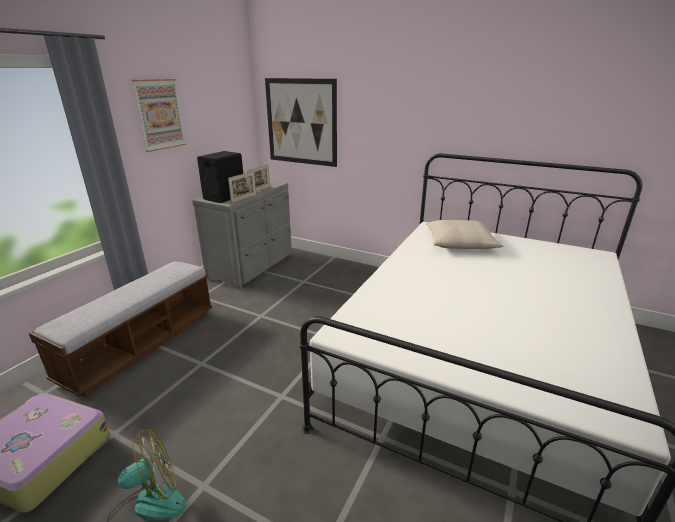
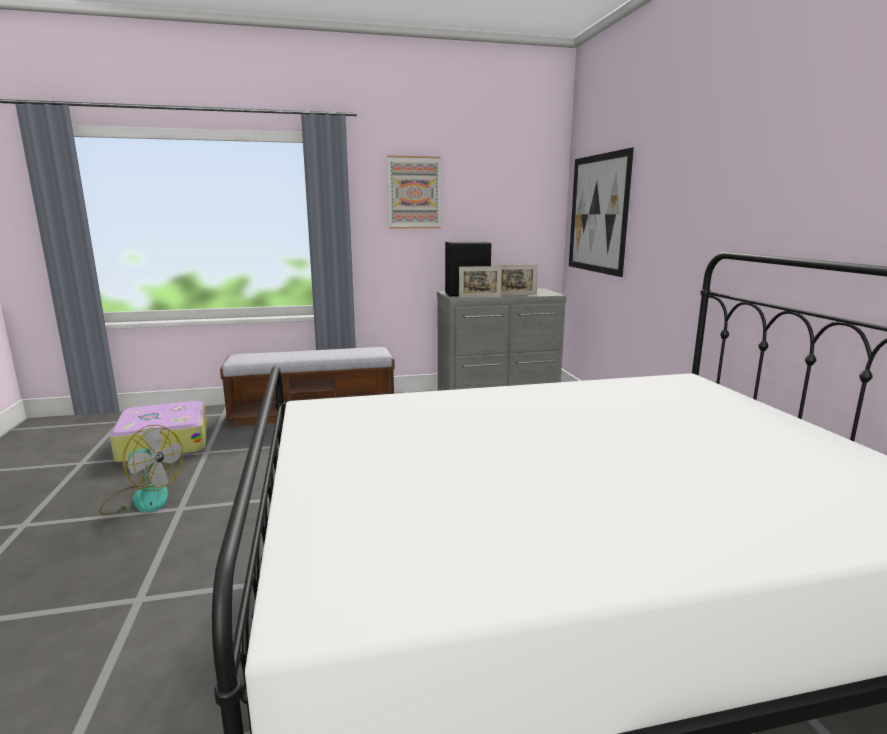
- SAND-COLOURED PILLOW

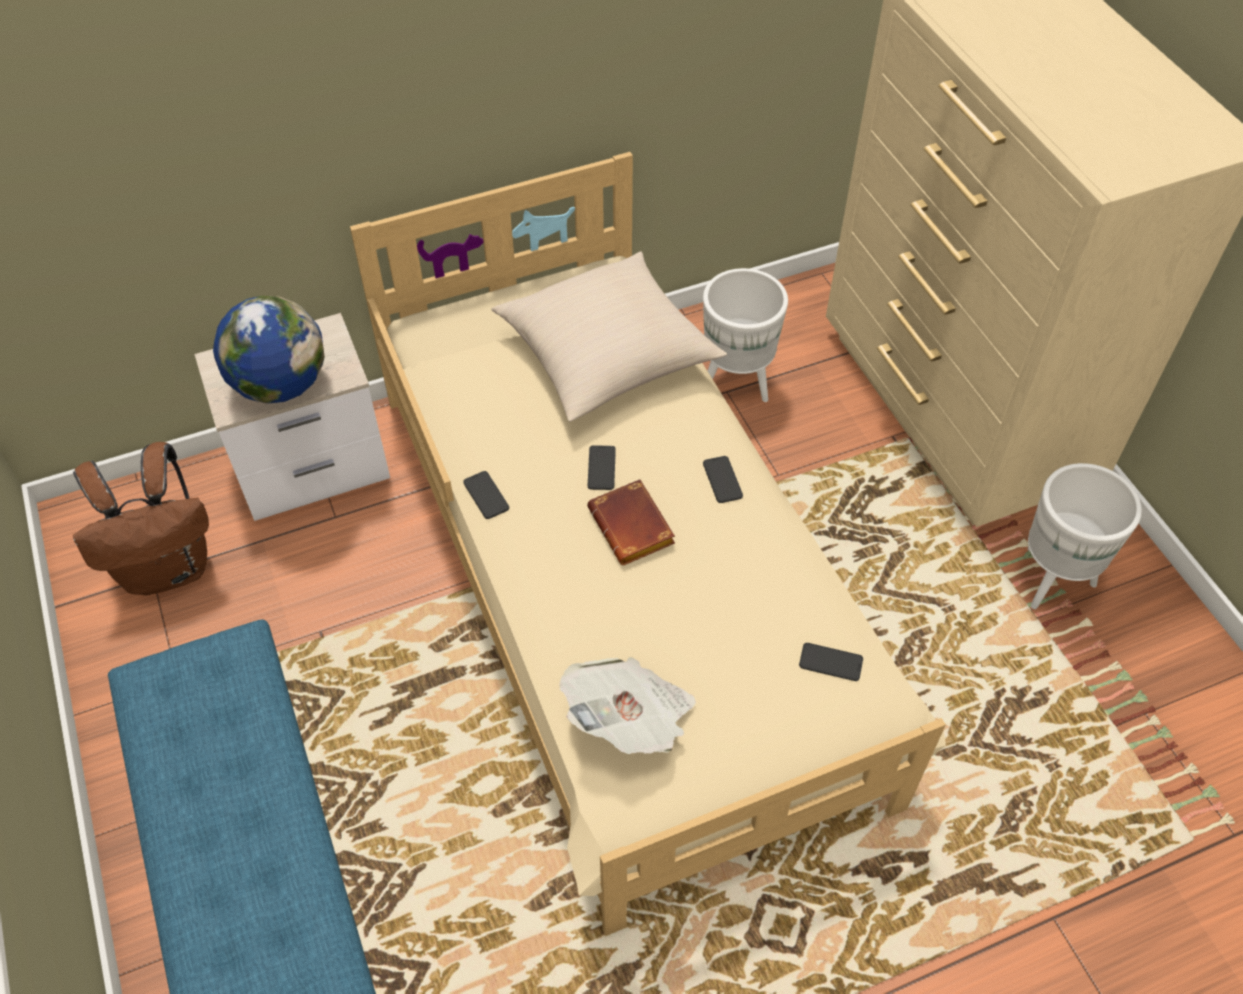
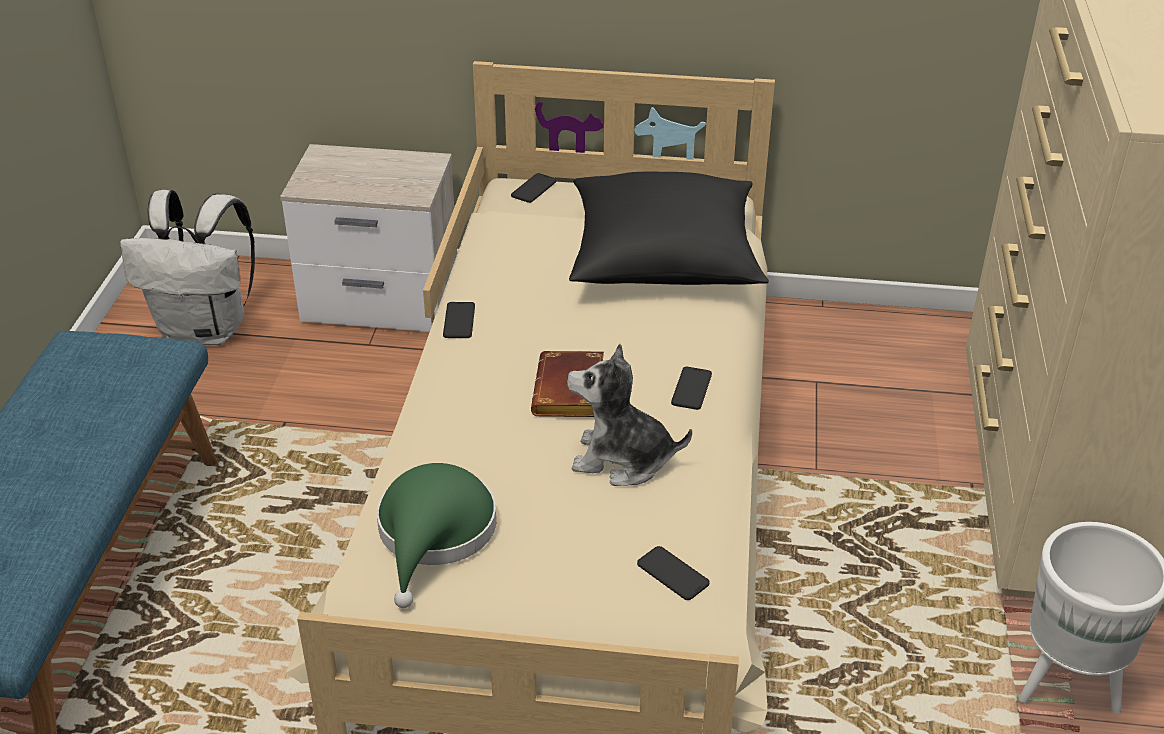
~ BROWN-COLOURED BACKPACK to WHITE BACKPACK
~ NEWSPAPER to GREENISH CLOTHING HAT
~ PHONE (no. 2 from left)
+ PLUSH TOY
~ SAND-COLOURED PILLOW to BLACK PILLOW
- WORLD GLOBE
- WHITE FLOWER POT (no. 1 from left)

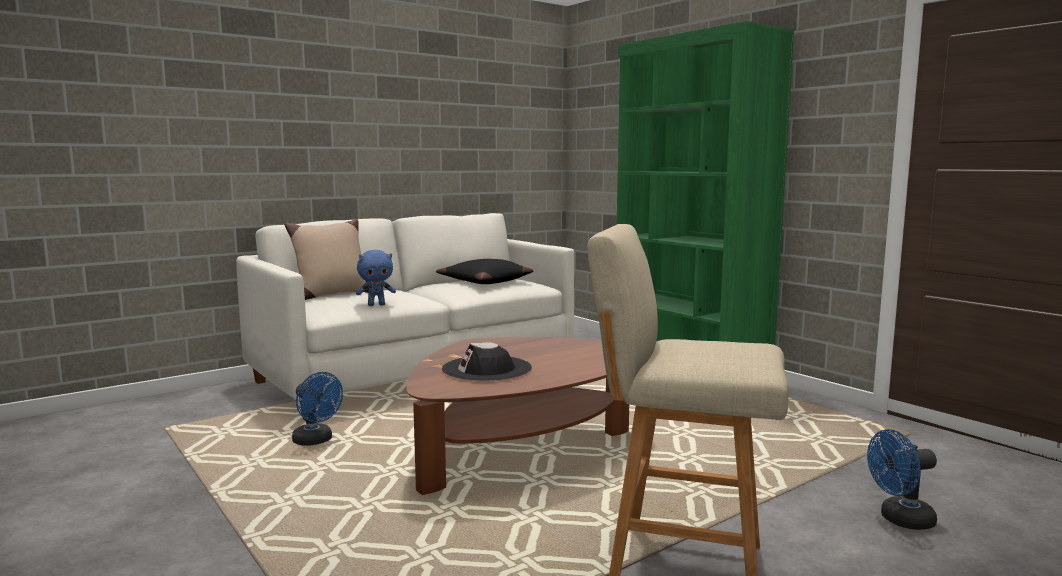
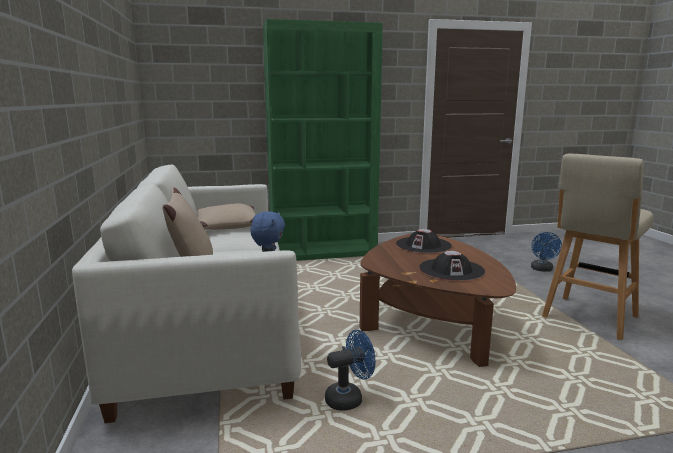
~ BLACK PILLOW to SAND-COLOURED PILLOW (no. 2 from left)
+ BLACK CLOTHING HAT (no. 1 from left)

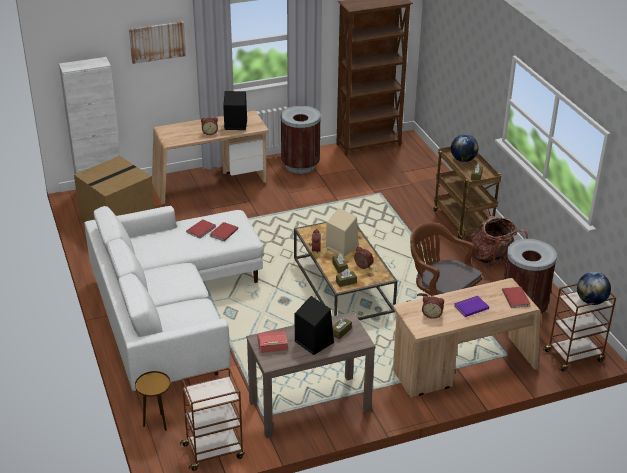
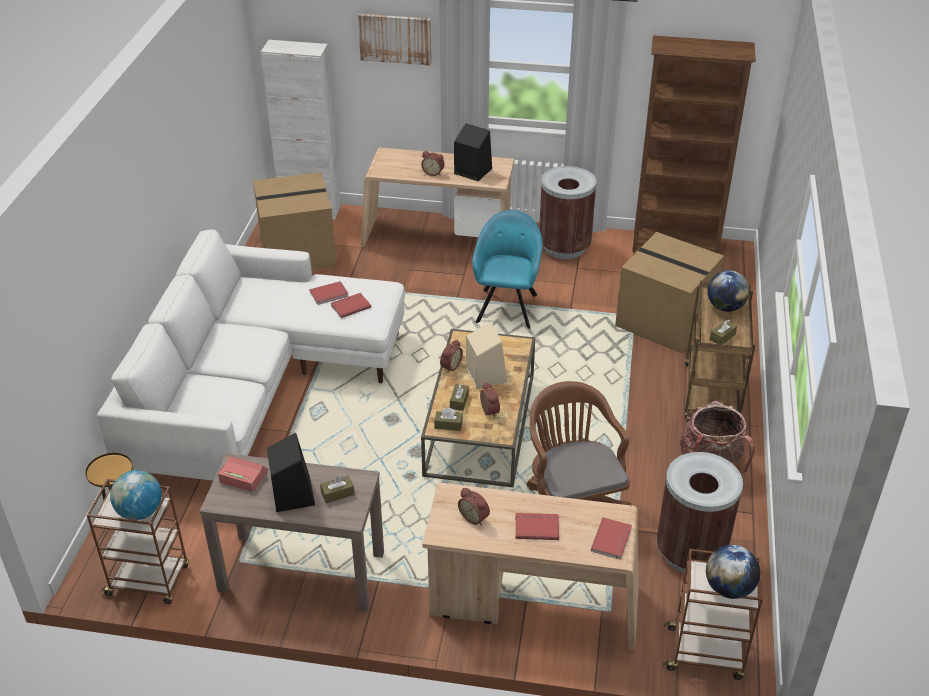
+ WORLD GLOBE (no. 1 from left)
+ TURQUOISE-COLOURED EASY CHAIR
~ PURPLISH BOOK to REDDISH BOOK (no. 3 from left)
+ CARTON (no. 2 from left)

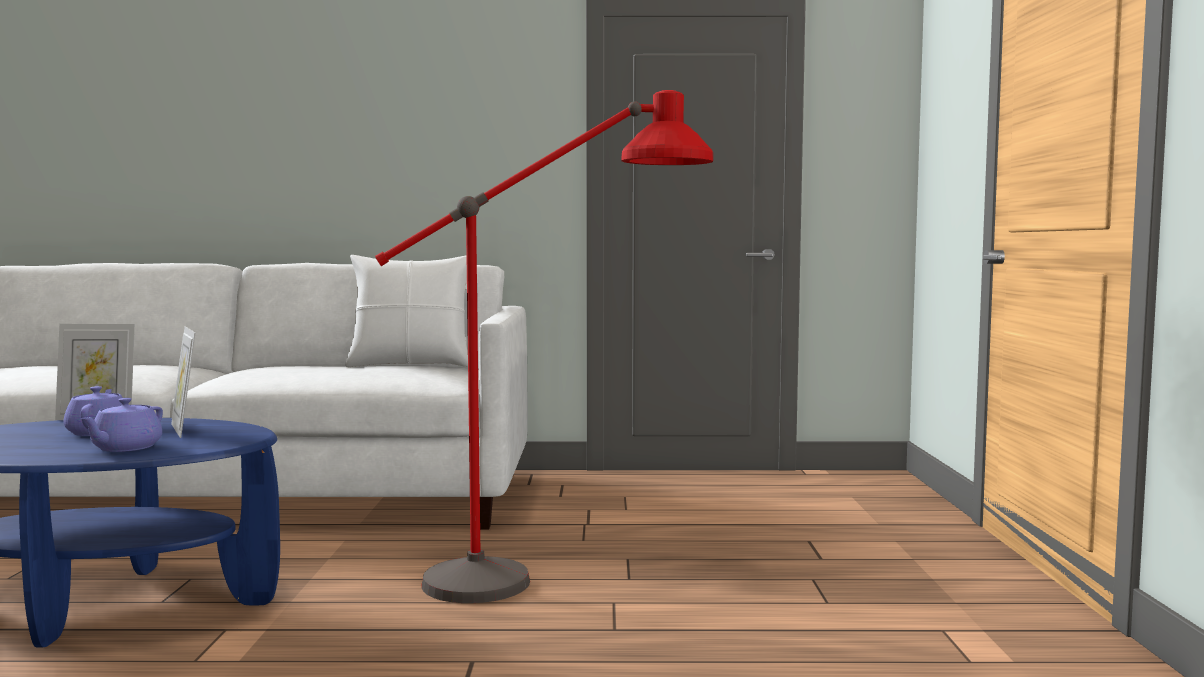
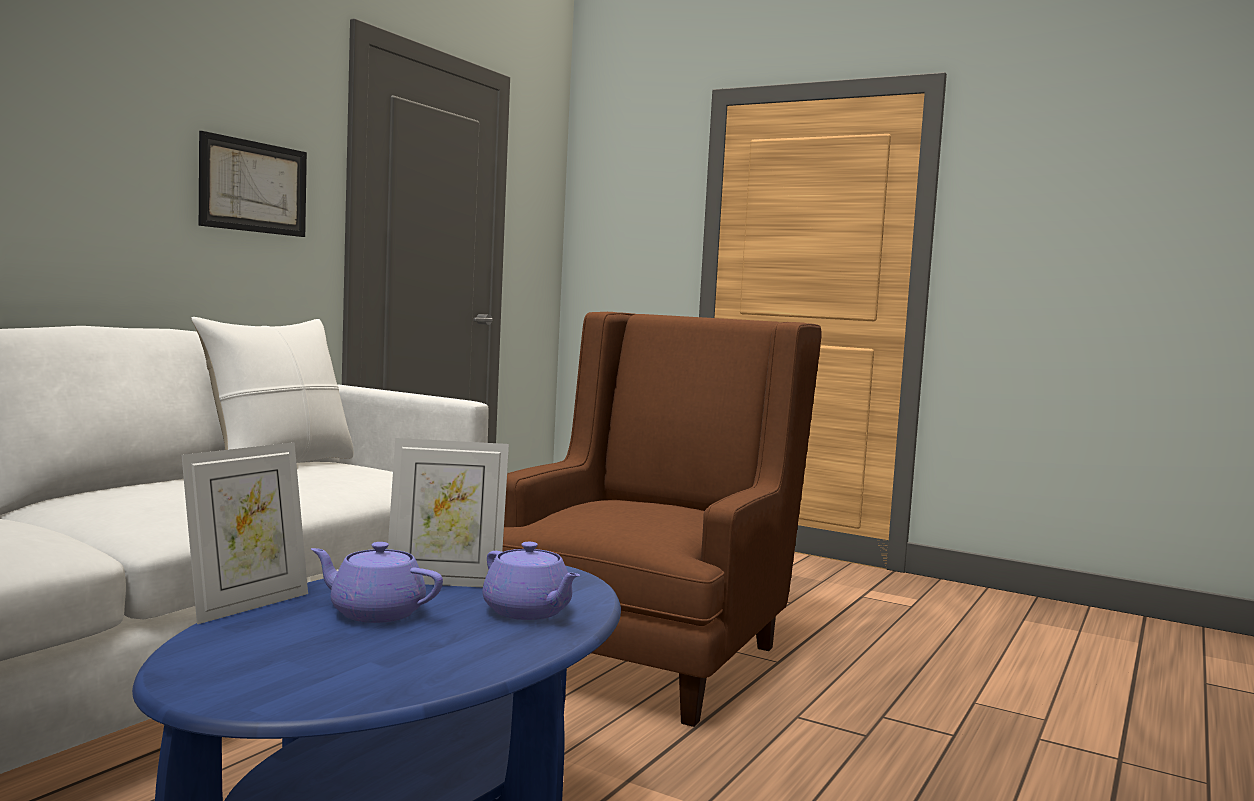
+ WALL ART
~ REDDISH FLOOR LAMP to BROWN-COLOURED EASY CHAIR

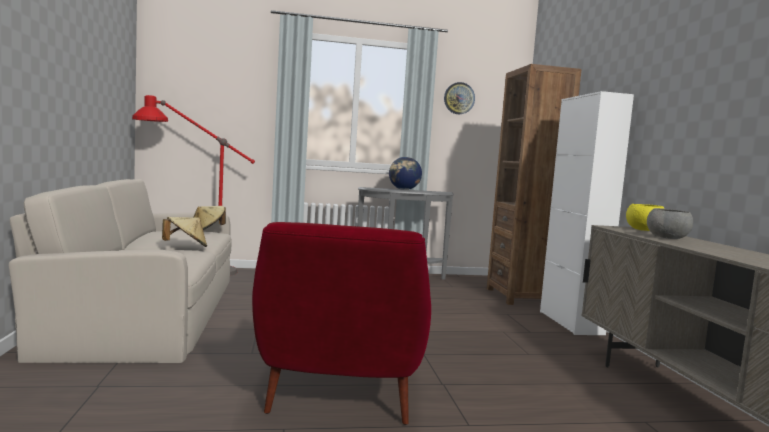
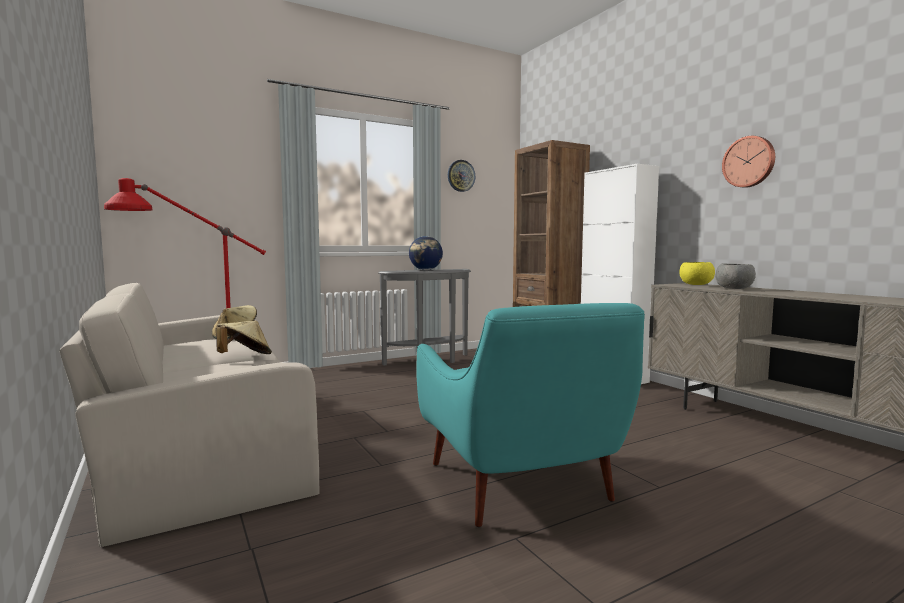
~ REDDISH EASY CHAIR to TURQUOISE-COLOURED EASY CHAIR
+ WALL CLOCK (no. 2 from left)

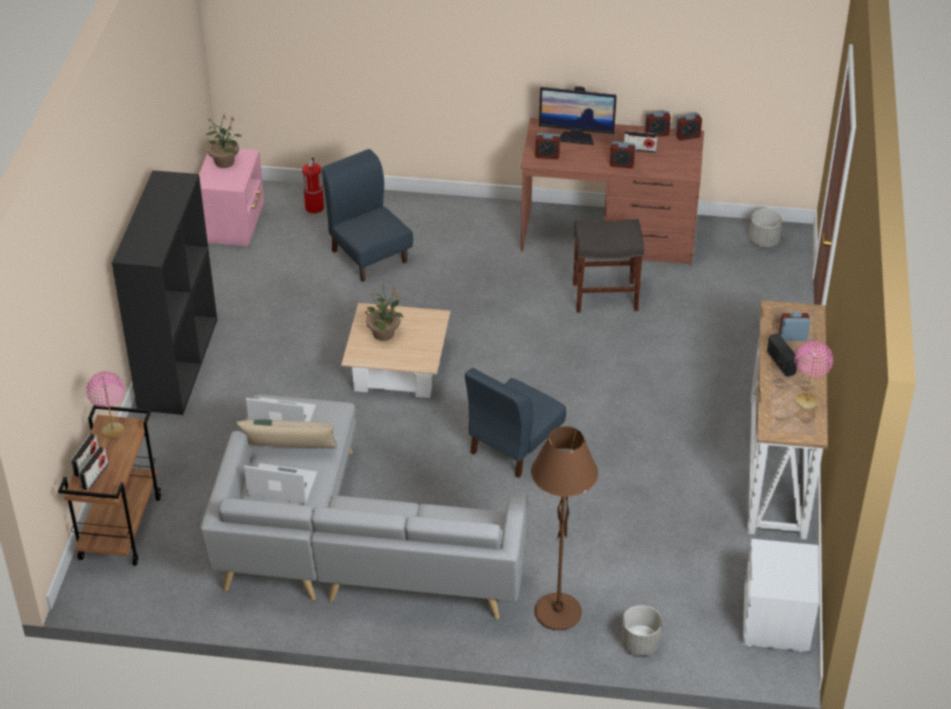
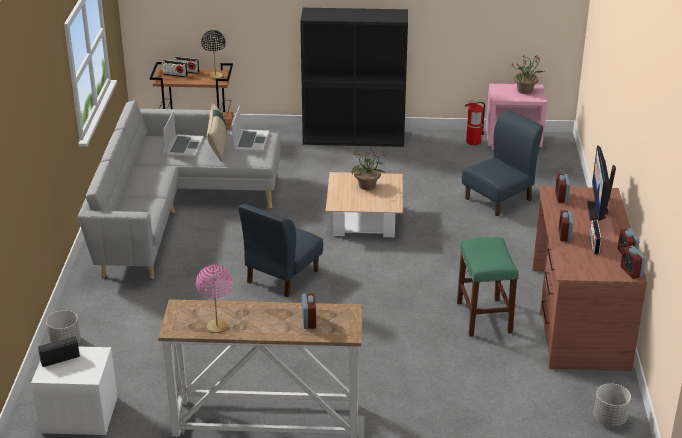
~ RADIO (no. 4 from left in the first image) to RADIO (no. 1 from left)
~ PINK-COLOURED TABLE LAMP (no. 1 from left) to BLACK TABLE LAMP
~ BLUE-COLOURED PLAIN CHAIR (no. 2 from left in the first image) 90 degrees counterclockwise
~ GREYISH SITTING STOOL to GREENISH SITTING STOOL
~ FIRE-FIGHTING CYLINDER
- BROWN-COLOURED FLOOR LAMP

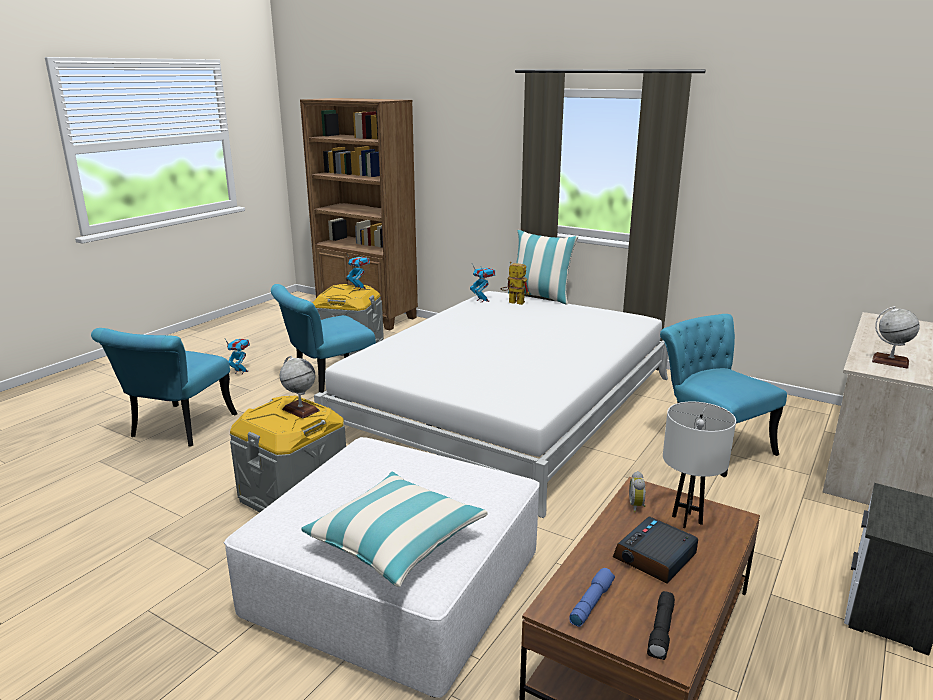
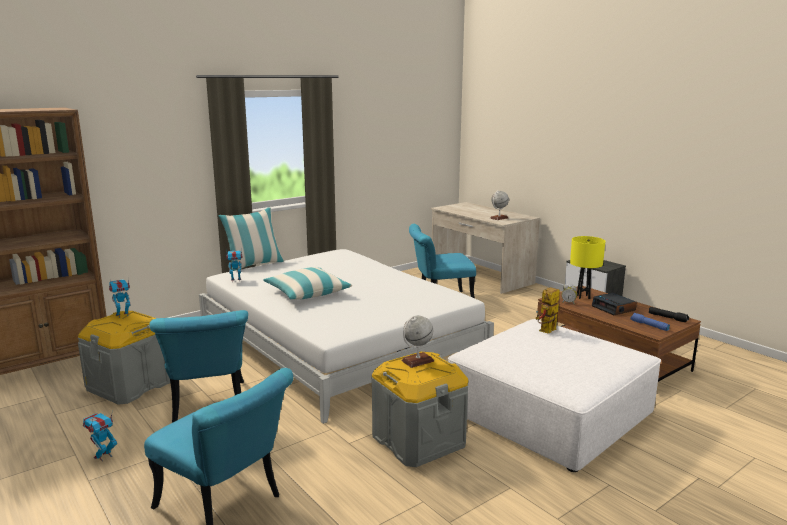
~ PILLOW (no. 1 from left in the first image) to PILLOW (no. 2 from left)
~ MODEL ROBOT (no. 4 from left)
~ WHITE TABLE LAMP to YELLOW TABLE LAMP

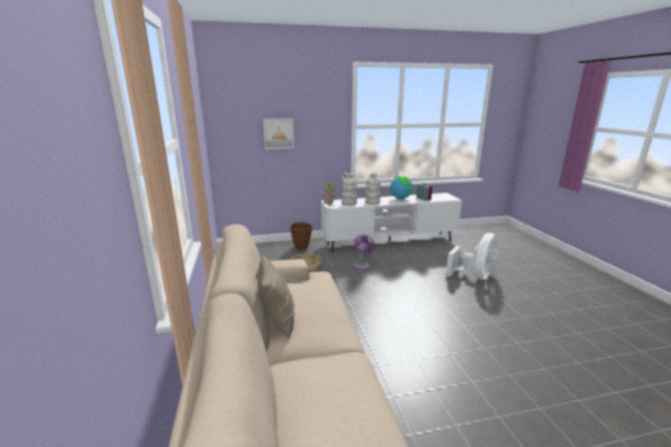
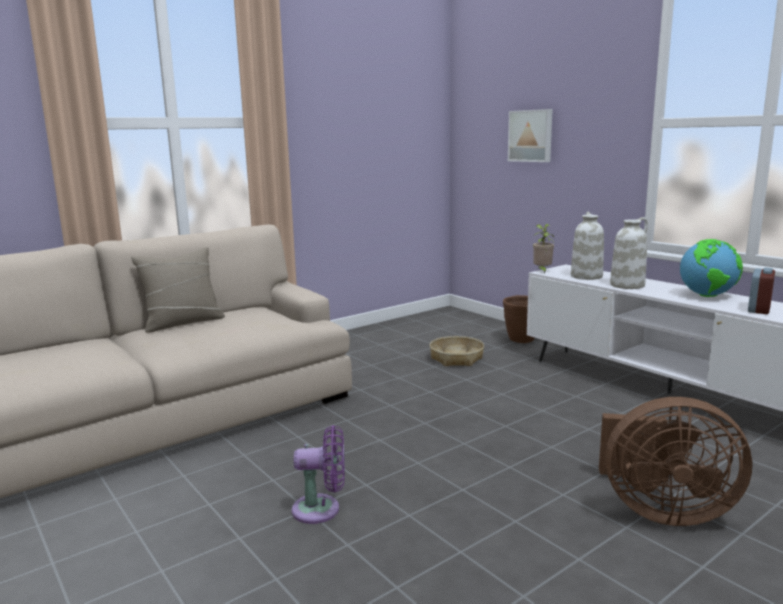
~ PURPLISH ELECTRIC FAN
~ WHITE ELECTRIC FAN to BROWN-COLOURED ELECTRIC FAN

